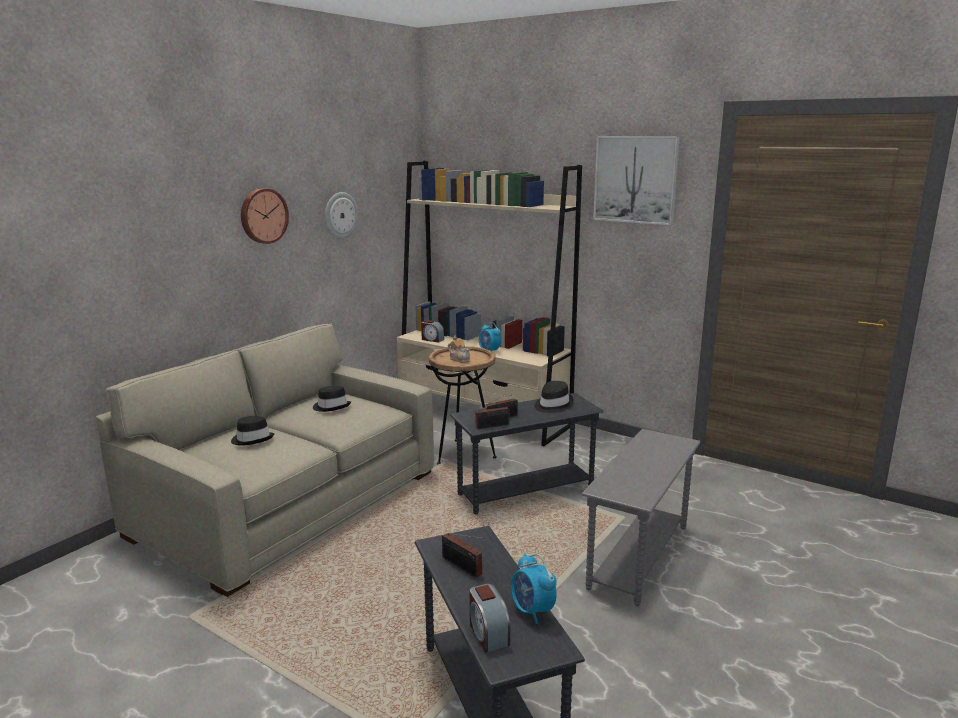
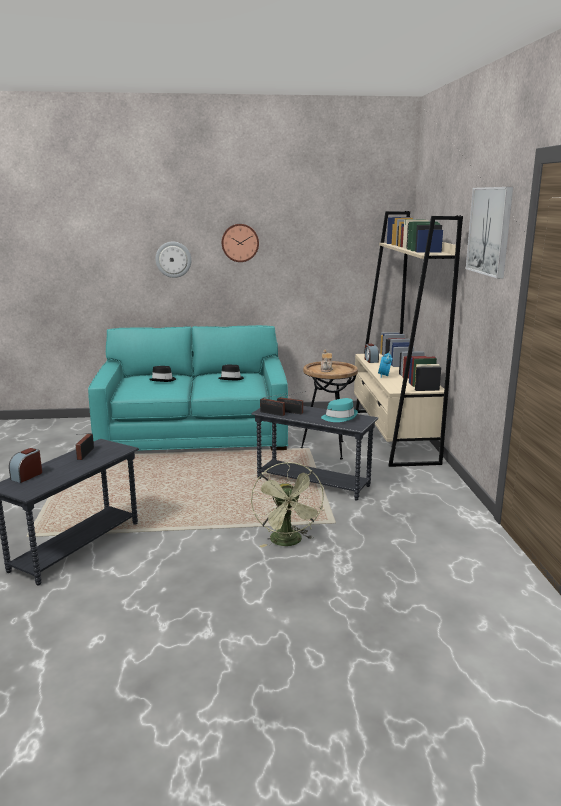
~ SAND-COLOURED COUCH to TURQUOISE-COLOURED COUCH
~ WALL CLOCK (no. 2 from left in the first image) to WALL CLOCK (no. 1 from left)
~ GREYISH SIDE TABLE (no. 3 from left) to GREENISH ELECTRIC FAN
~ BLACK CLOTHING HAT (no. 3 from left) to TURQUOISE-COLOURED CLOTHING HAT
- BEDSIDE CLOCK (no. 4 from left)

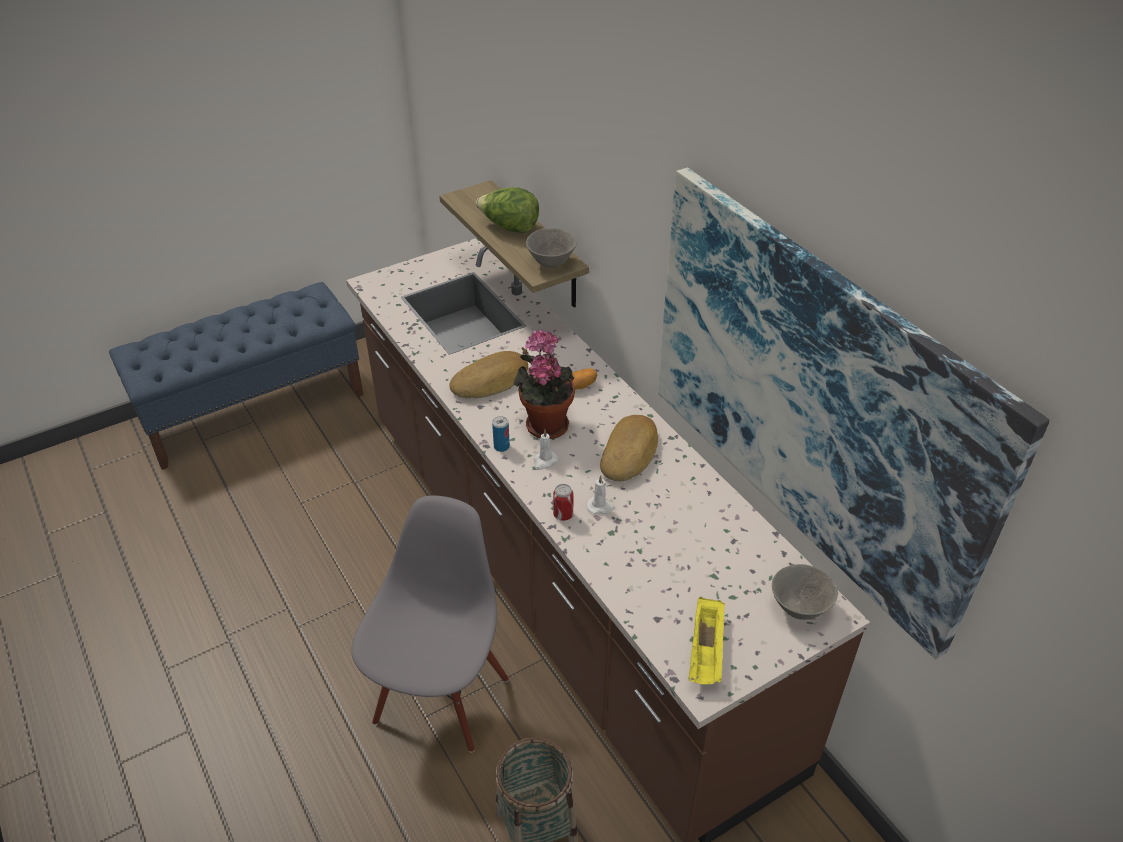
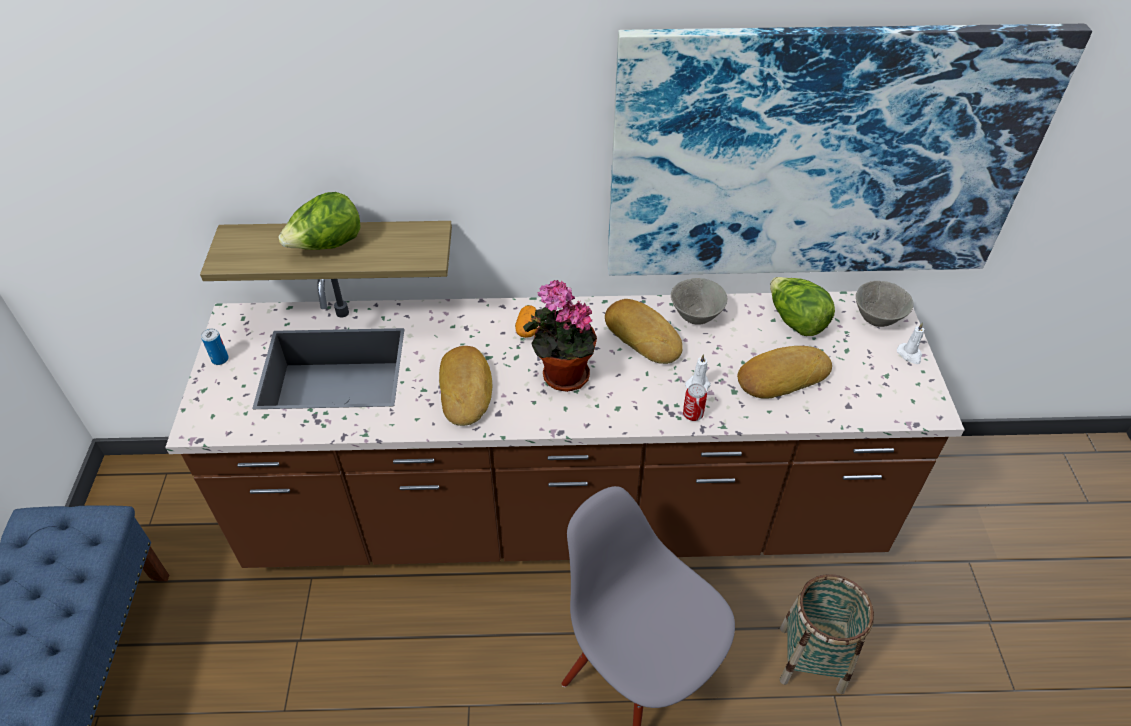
~ CAN (no. 1 from left)
~ GREYISH BOWL (no. 1 from left)
+ BREAD (no. 3 from left)
+ LETTUCE HEAD (no. 2 from left)
~ WHITE CANDLE (no. 1 from left in the first image) to WHITE CANDLE (no. 2 from left)
- YELLOW TRAY

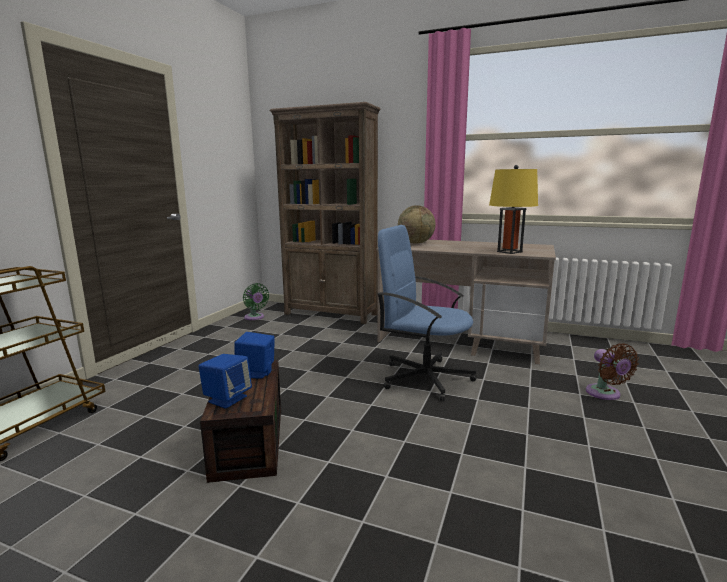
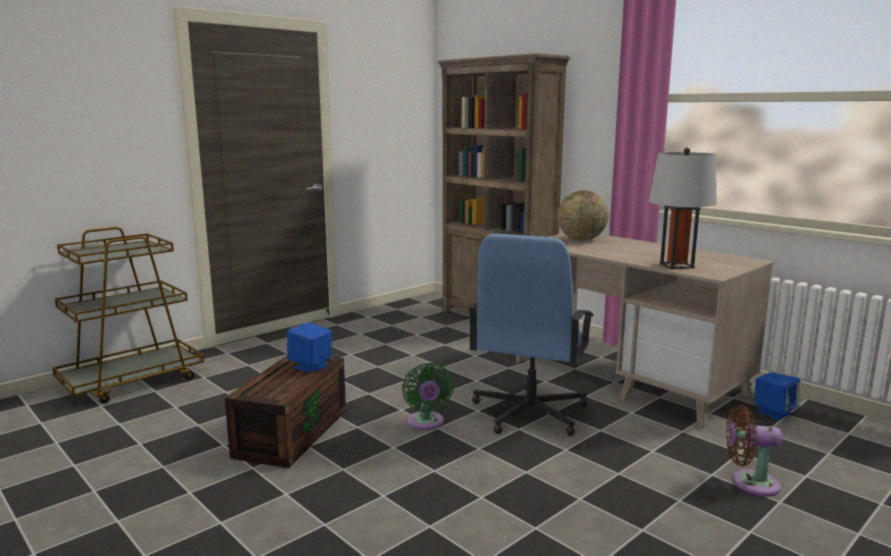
~ GREENISH ELECTRIC FAN
~ BLUE-COLOURED DESK CHAIR 120 degrees counterclockwise
~ YELLOW TABLE LAMP to GREYISH TABLE LAMP
~ BROWN-COLOURED ELECTRIC FAN 90 degrees clockwise
~ BLUE-COLOURED AUDIO SPEAKER (no. 1 from left in the first image) to BLUE-COLOURED AUDIO SPEAKER (no. 2 from left)

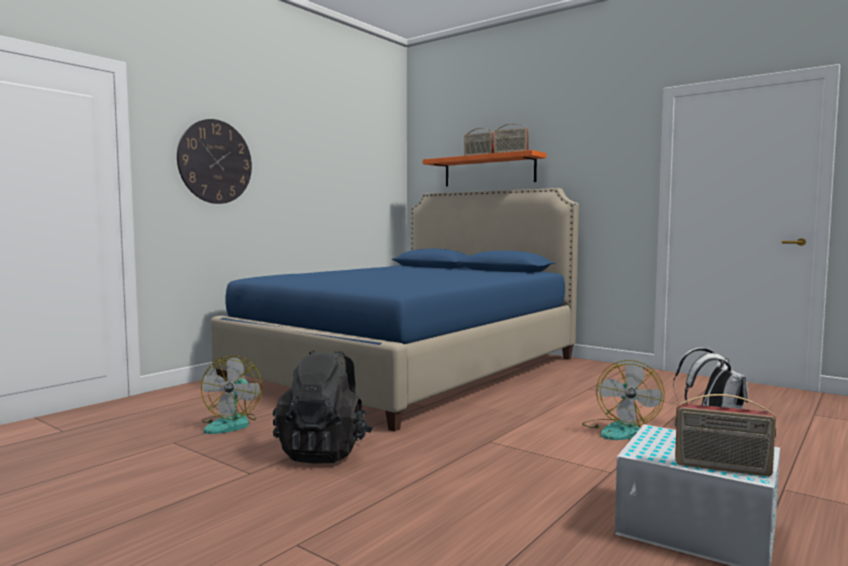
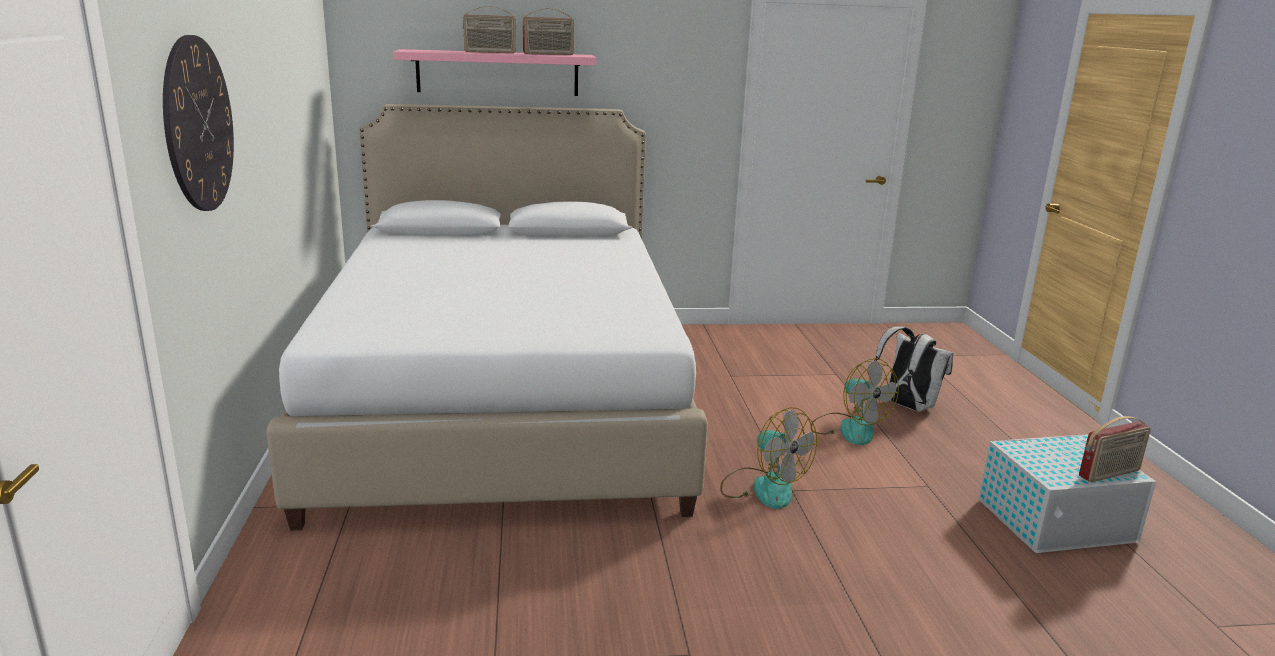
~ BLUE-COLOURED BEDROOM BED to WHITE BEDROOM BED
~ ORANGEY BRACKET SHELF to PINK-COLOURED BRACKET SHELF
~ ELECTRIC FAN (no. 1 from left)
- BLACK BACKPACK

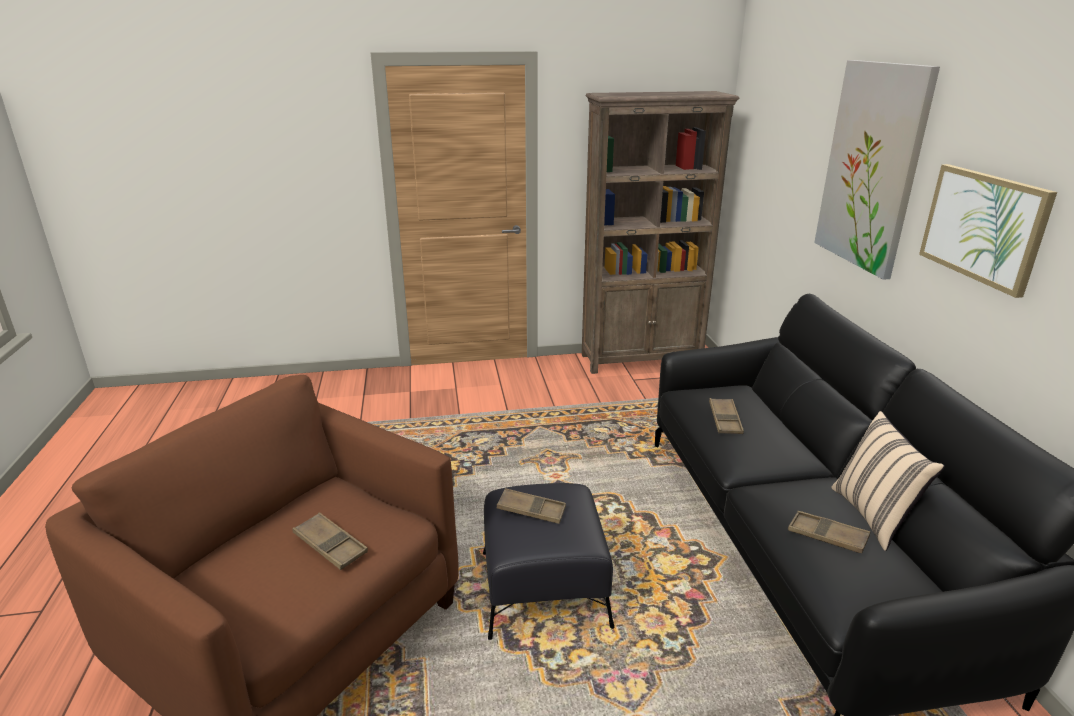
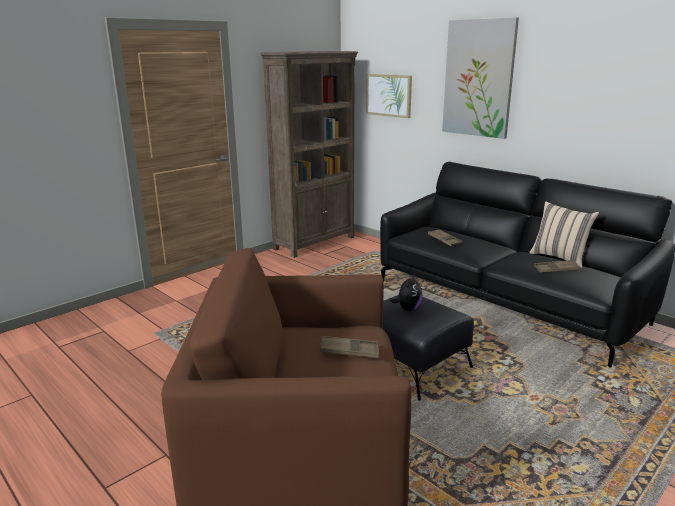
~ WALL ART (no. 2 from left in the first image) to WALL ART (no. 1 from left)
~ BROWN-COLOURED TRAY (no. 2 from left) to PLUSH TOY

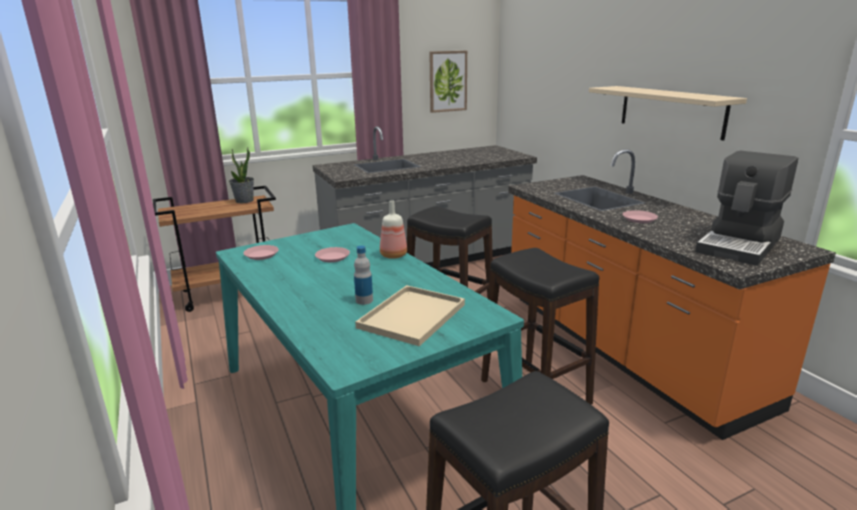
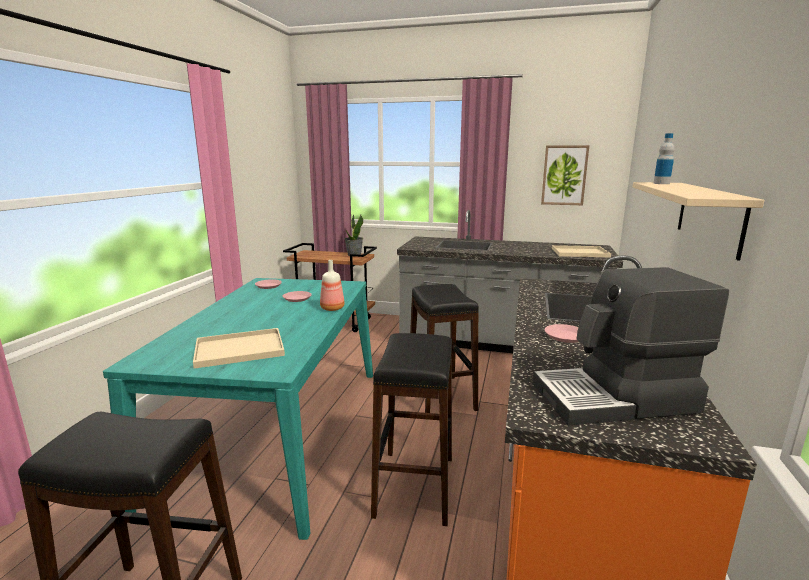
+ SAND-COLOURED TRAY (no. 2 from left)
~ BOTTLE (no. 1 from left in the first image) to BOTTLE (no. 2 from left)

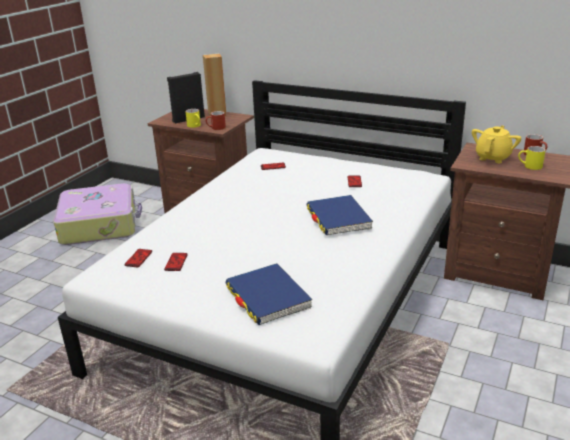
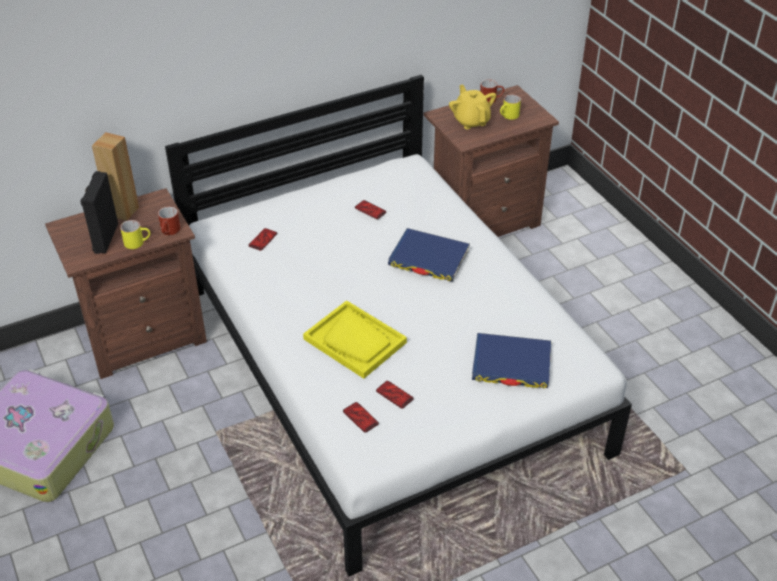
+ YELLOW TRAY

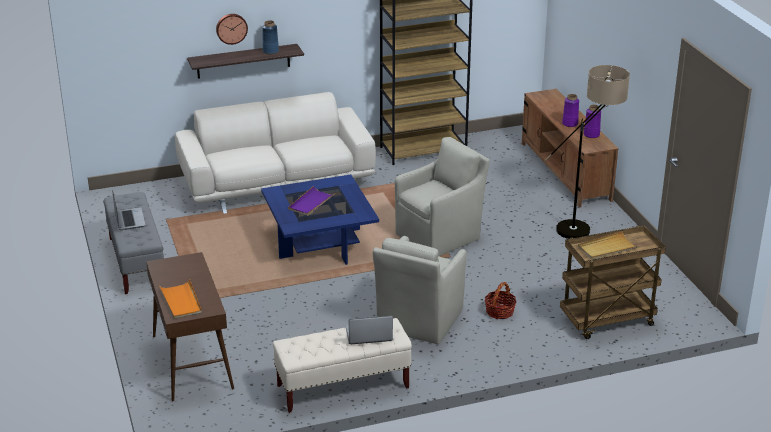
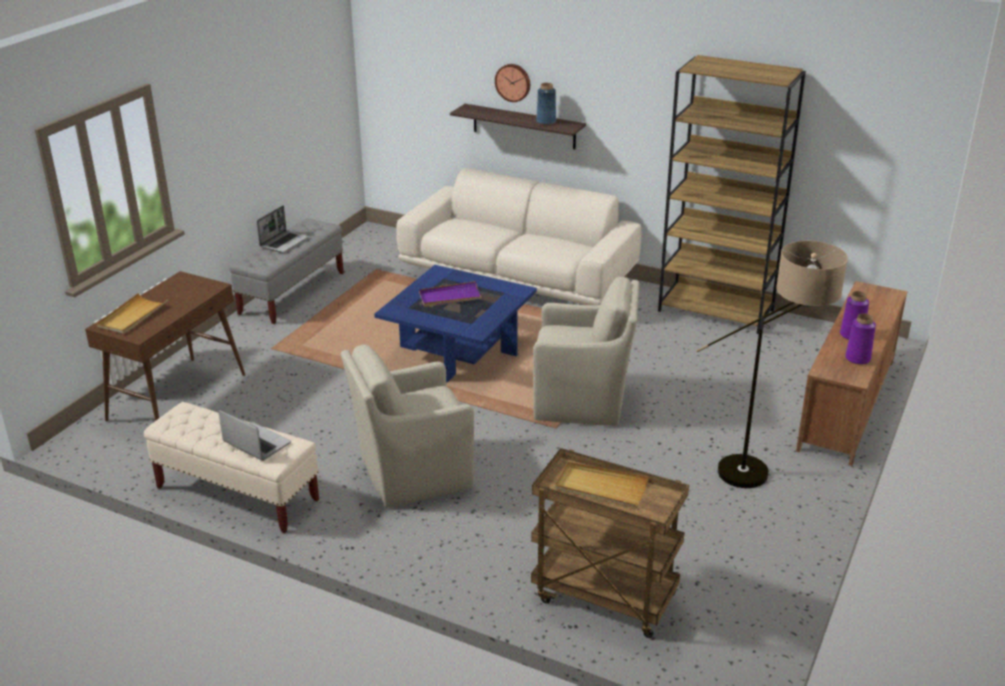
~ ORANGEY TRAY to SAND-COLOURED TRAY (no. 1 from left)
- HOUSEHOLD BASKET

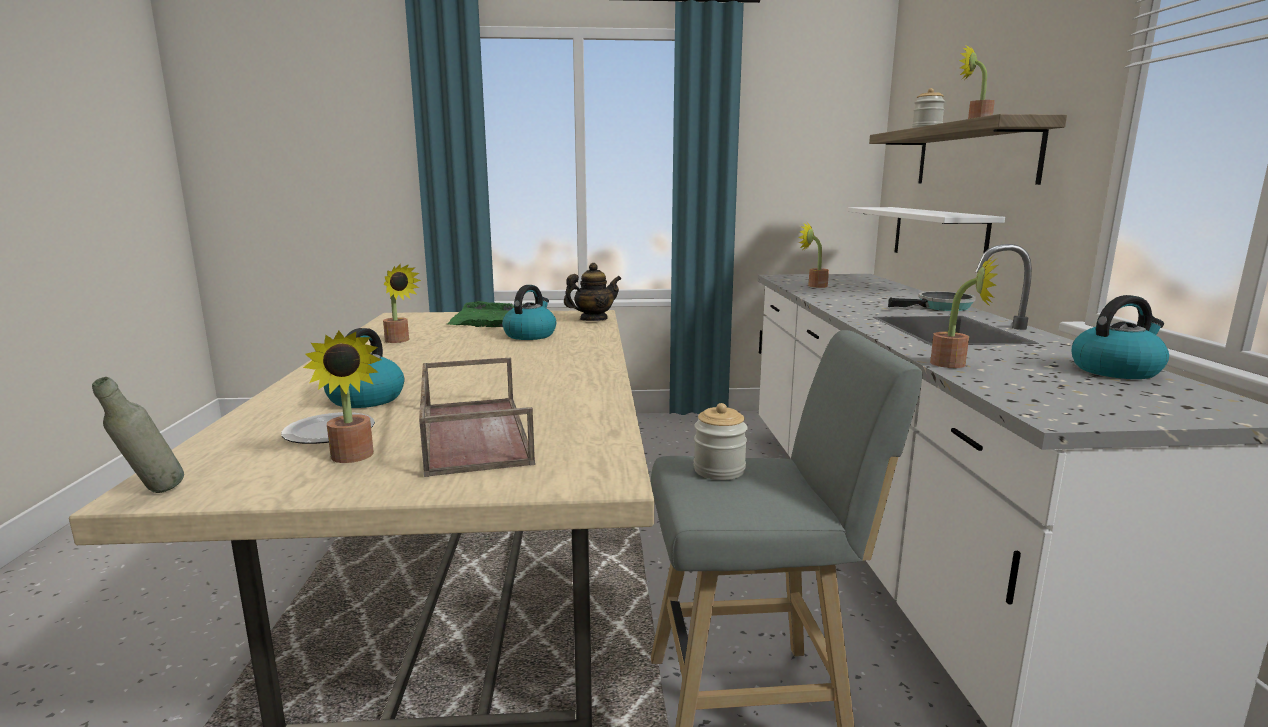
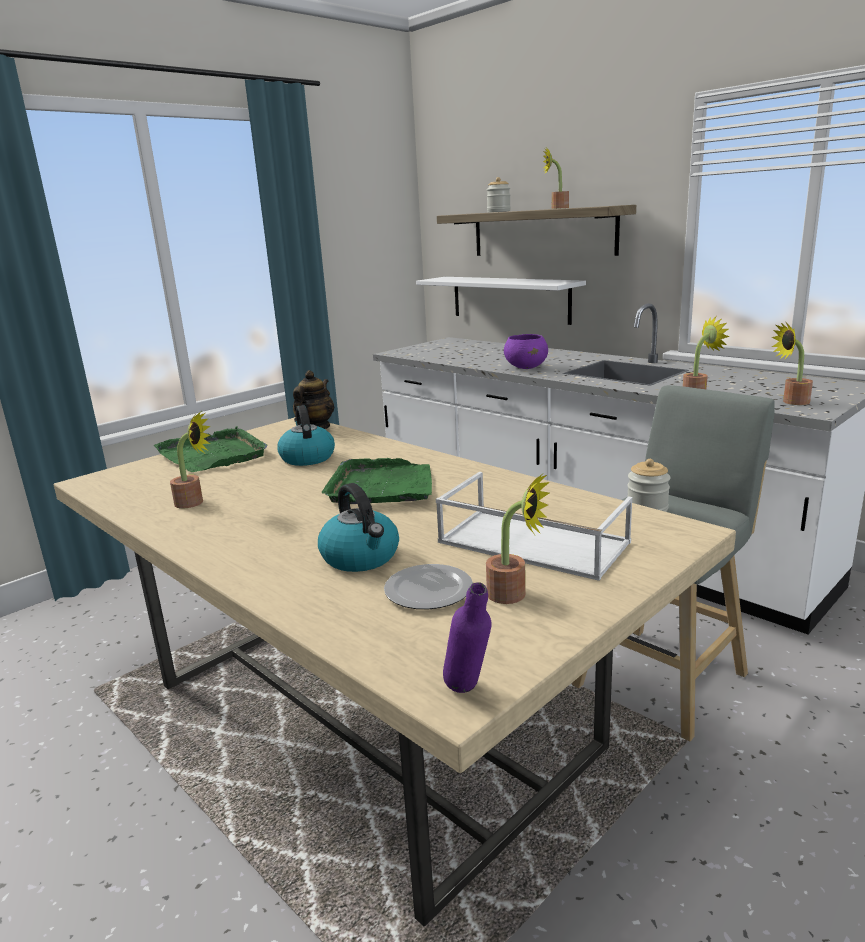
+ GREENISH TRAY (no. 2 from left)
~ BROWN-COLOURED TRAY to WHITE TRAY
~ GREYISH BOTTLE to PURPLISH BOTTLE
+ PURPLISH BOWL
~ POTTED PLANT (no. 3 from left in the first image) to POTTED PLANT (no. 5 from left)
- PAN
- WATER KETTLE (no. 3 from left)

